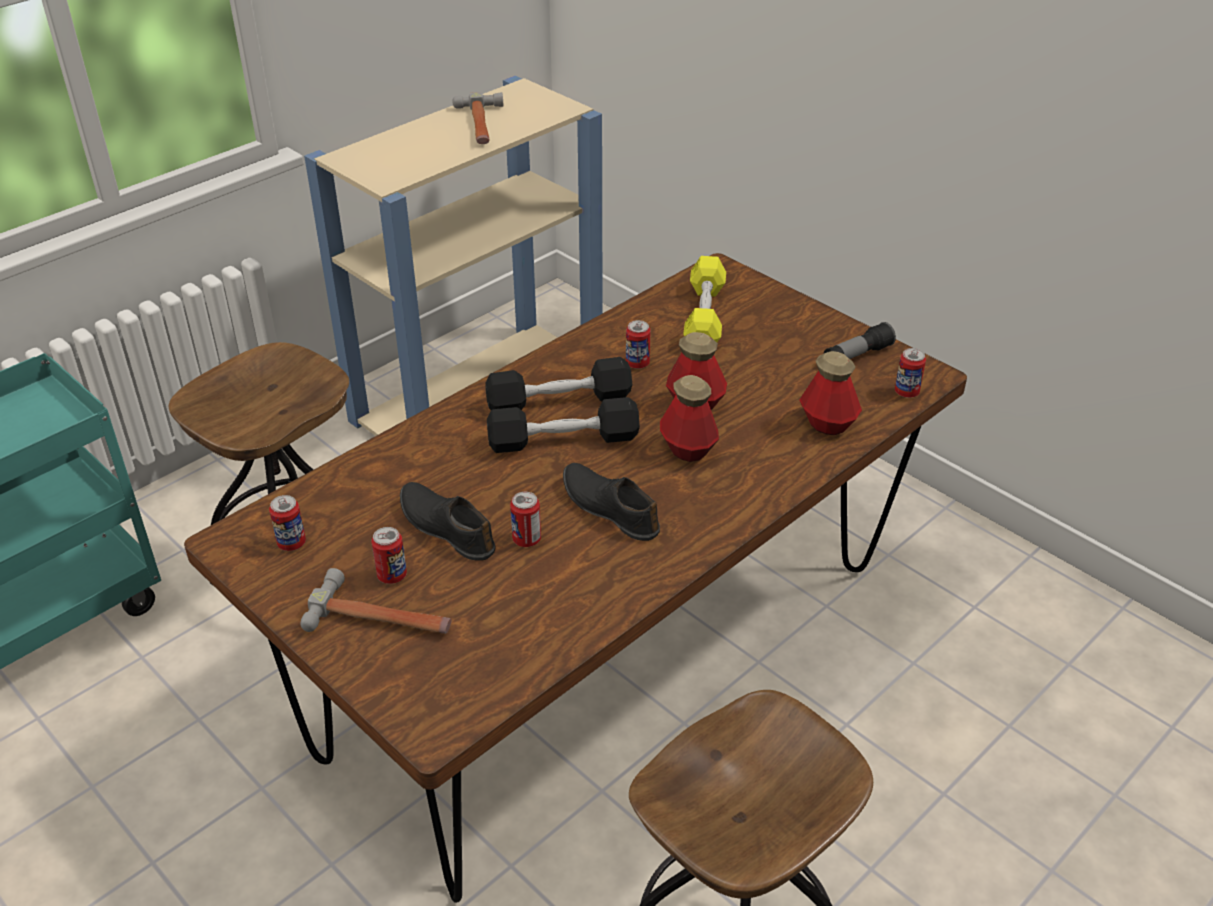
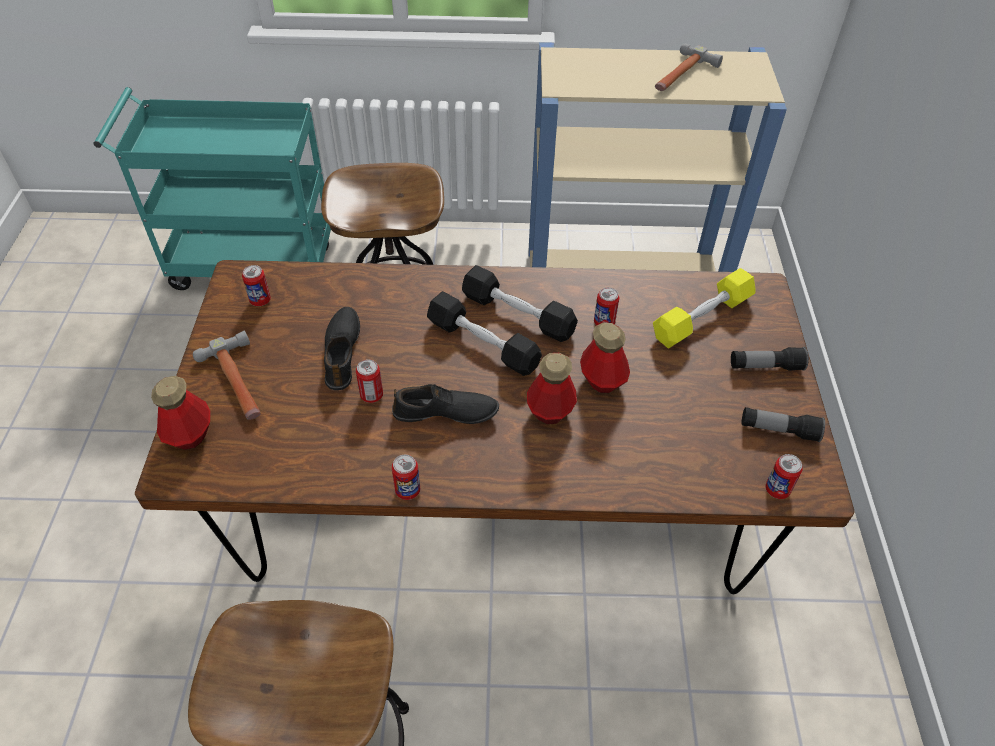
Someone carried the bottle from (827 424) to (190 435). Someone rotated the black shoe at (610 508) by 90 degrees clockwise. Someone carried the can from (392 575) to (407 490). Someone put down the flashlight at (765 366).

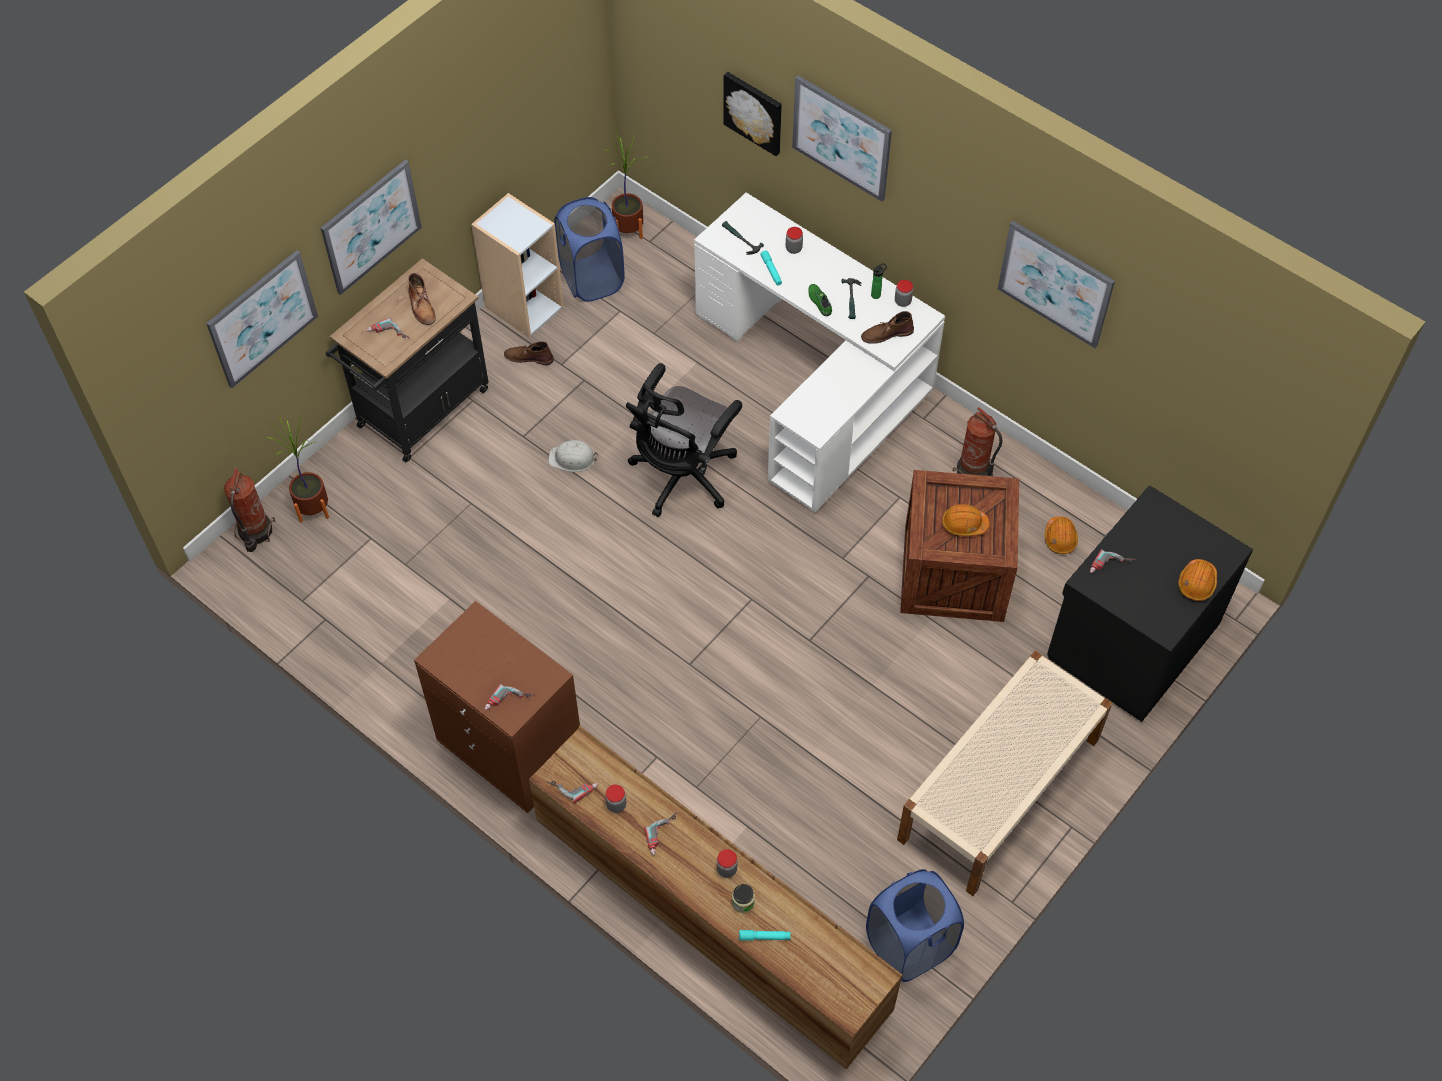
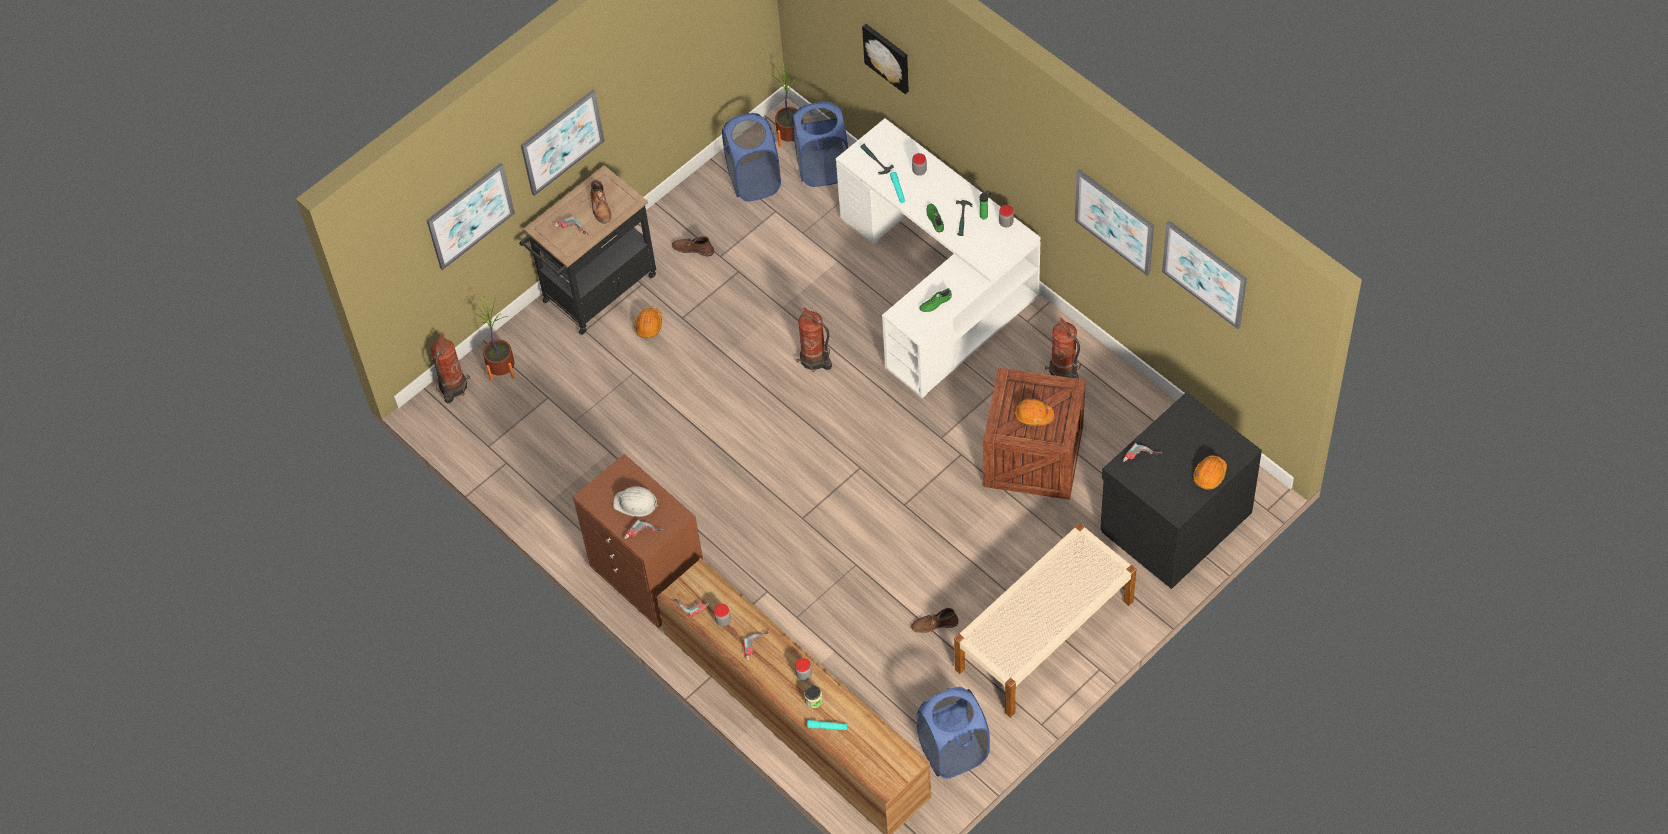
Someone carried the picture from (841 138) to (1204 274). Someone took away the bookcase at (524 306). Someone carried the brown boot from (886 334) to (934 624). Someone swapped the office chair at (684 476) for the fire extinguisher at (815 360). Someone carried the white hard hat from (572 458) to (636 503). Someone carried the orange hard hat from (1060 538) to (649 325). Someone put down the blue laundry basket at (822 168). Someone put down the green shoe at (935 303).

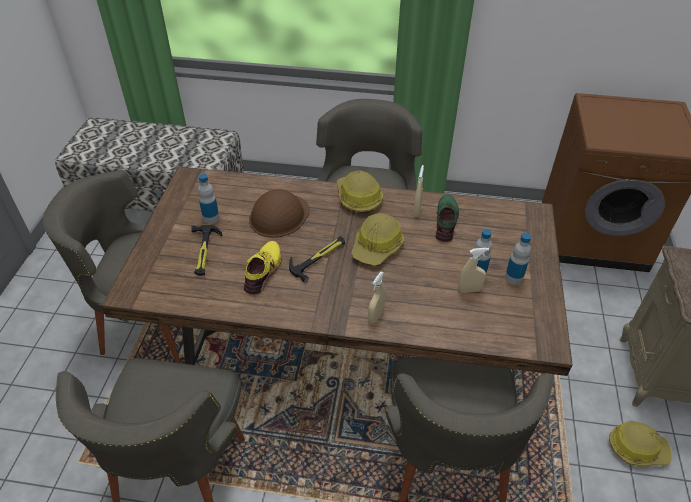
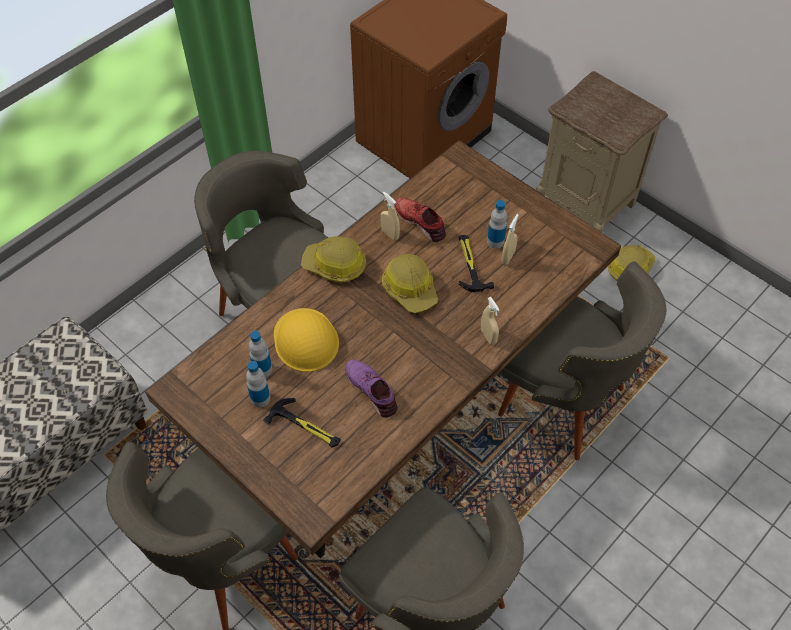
Someone repainted the brown hard hat at (279 215), which became the yellow hard hat at (305 340). Someone repainted the green shoe at (446 222), which became the red shoe at (421 222). Someone carried the bottle from (513 278) to (262 369). Someone carried the hammer from (318 257) to (470 264). Someone repainted the yellow shoe at (264 271), which became the purple shoe at (372 390).

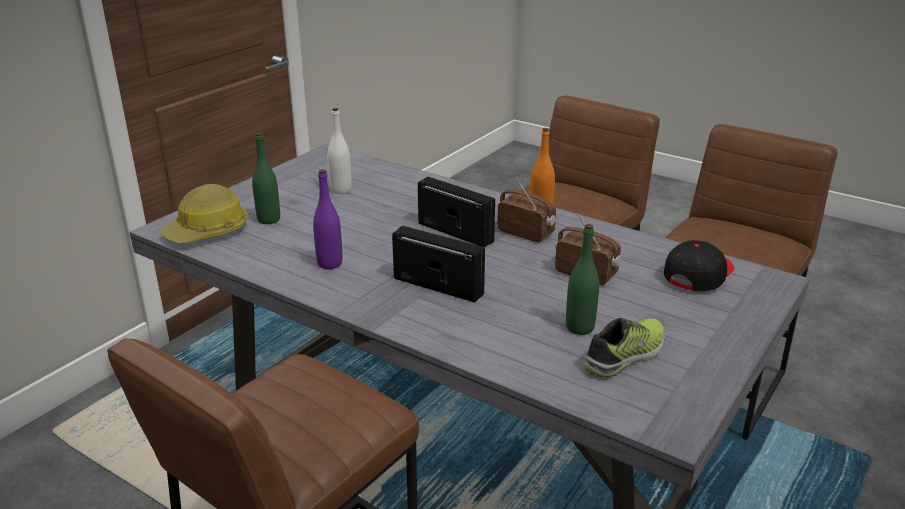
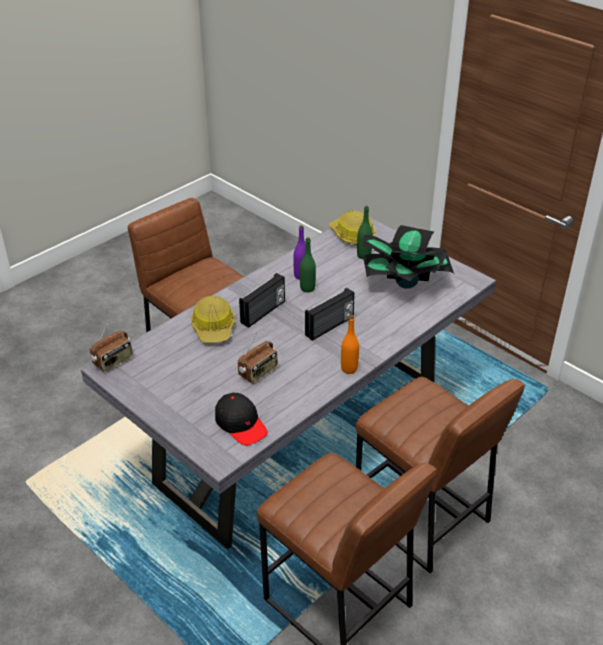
Someone swapped the white bottle at (341 190) for the potted plant at (405 283). Someone carried the radio from (526 233) to (113 362). Someone carried the green bottle from (579 328) to (307 288). Someone took away the shoe at (626 355). Someone put down the hard hat at (214 328).

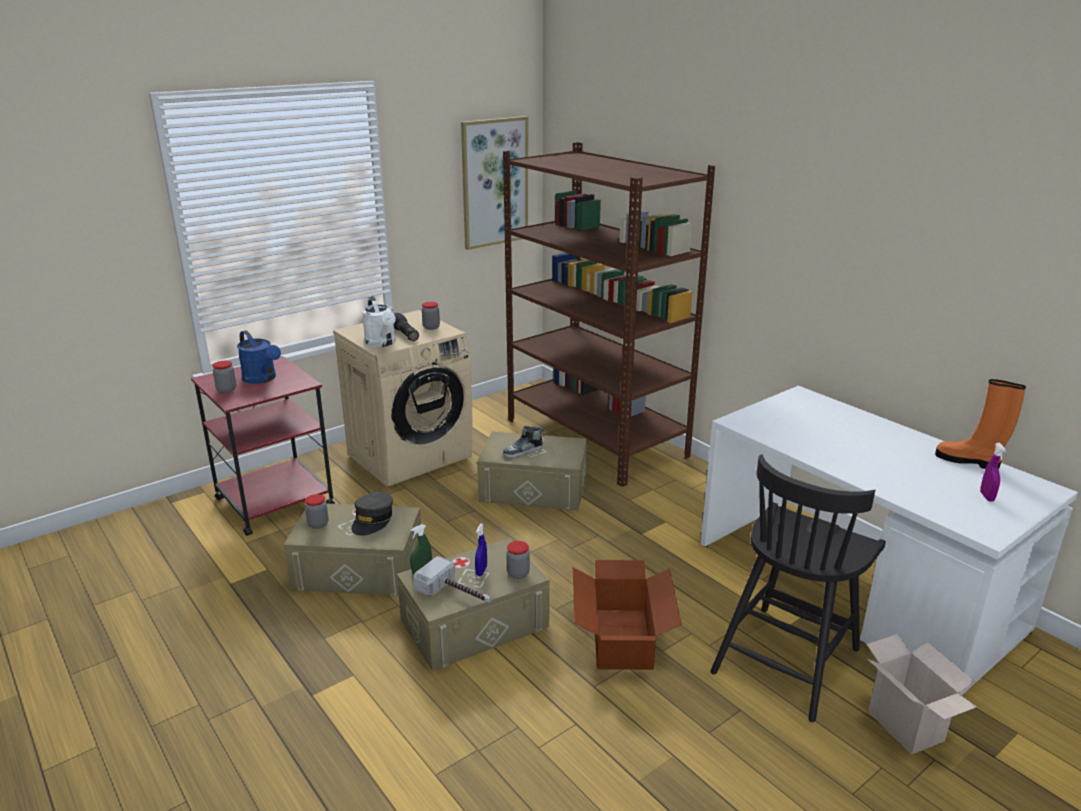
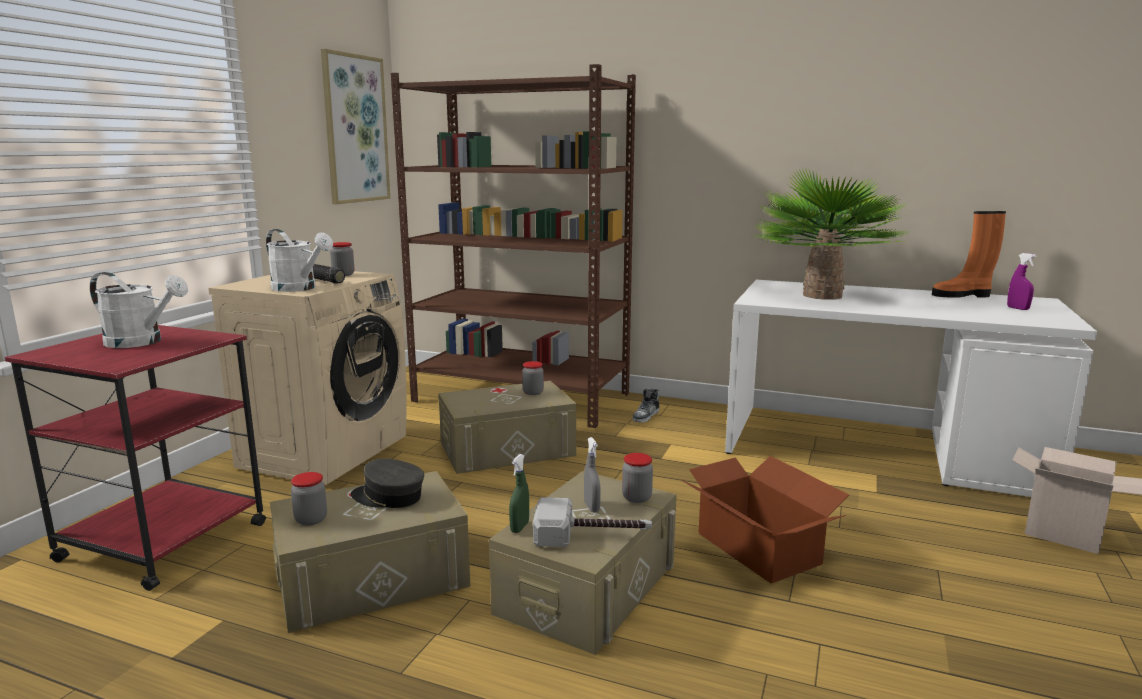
Someone repainted the blue watering can at (262 379), which became the white watering can at (142 342). Someone carried the jar from (226 389) to (533 392). Someone carried the shoe from (523 451) to (646 416). Someone took away the black chair at (787 658). Someone rotated the grey cap at (372 520) by 120 degrees clockwise. Someone repainted the blue spray bottle at (481 571), which became the grey spray bottle at (591 507). Someone put down the potted plant at (822 295).

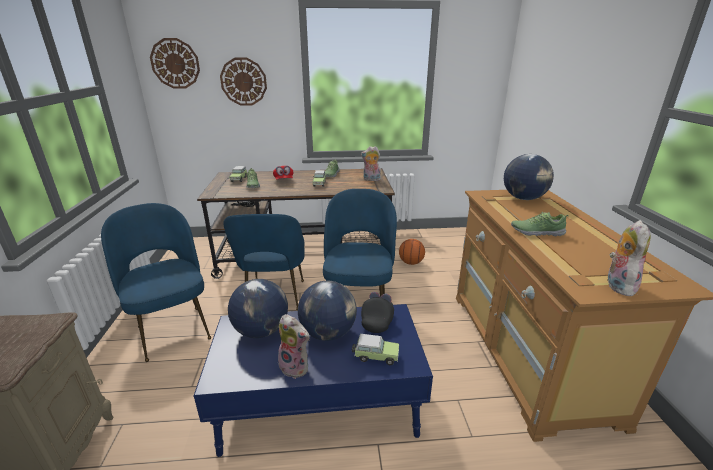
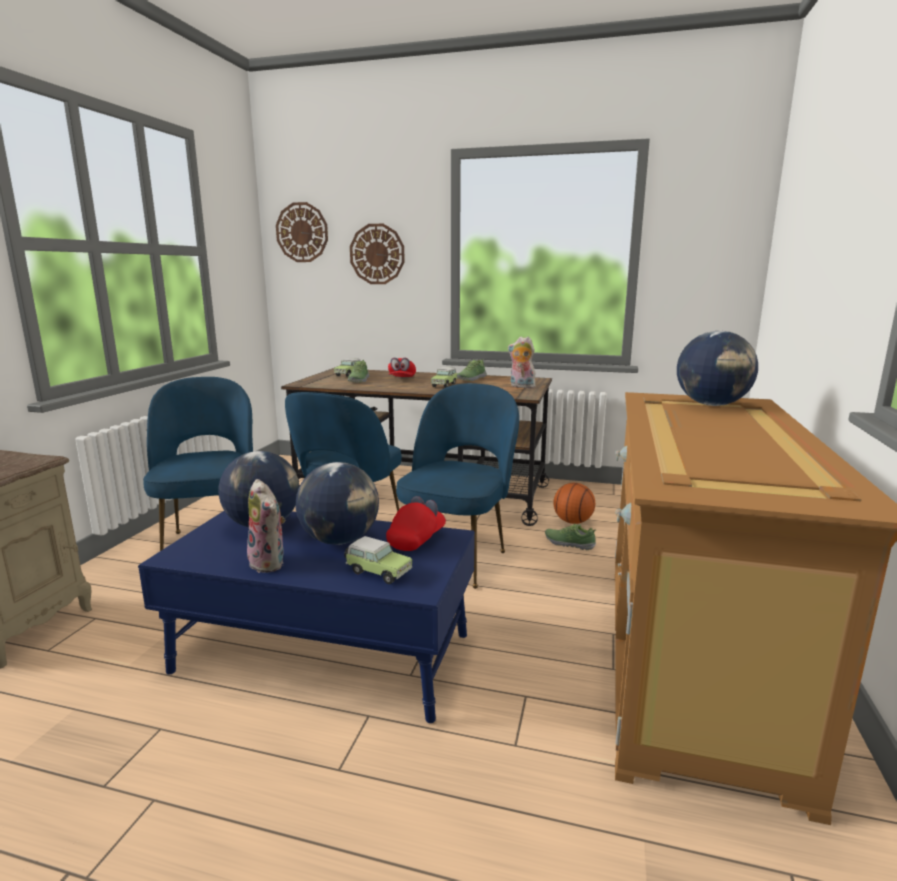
Someone carried the shoe from (536 232) to (569 543). Someone took away the plush toy at (617 285). Someone repainted the black cap at (377 320), which became the red cap at (416 539).

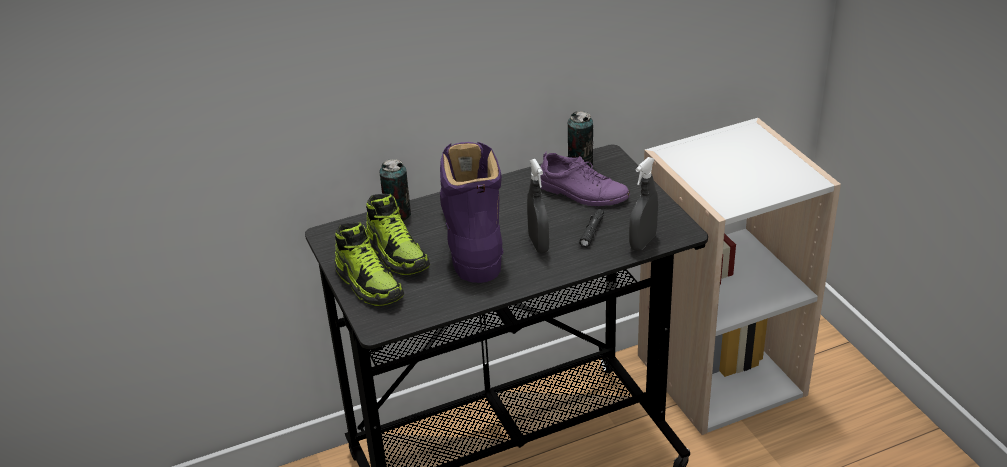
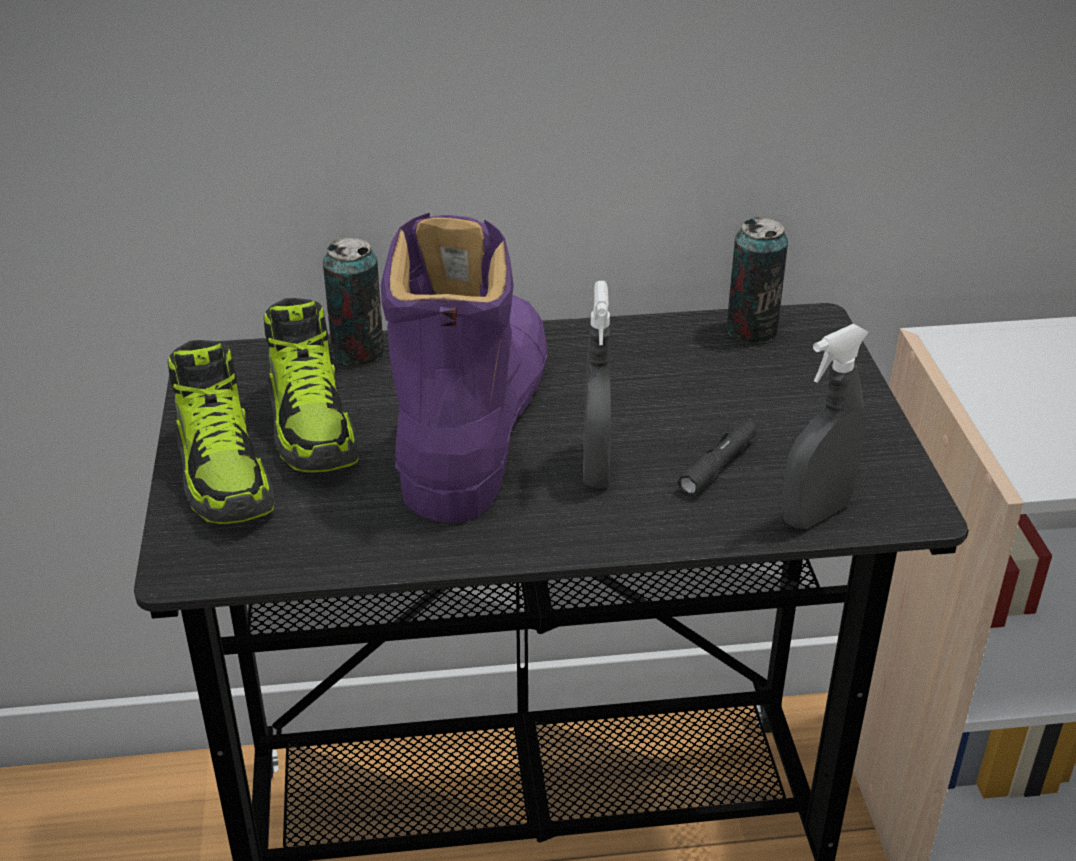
Someone took away the purple shoe at (581 192).

